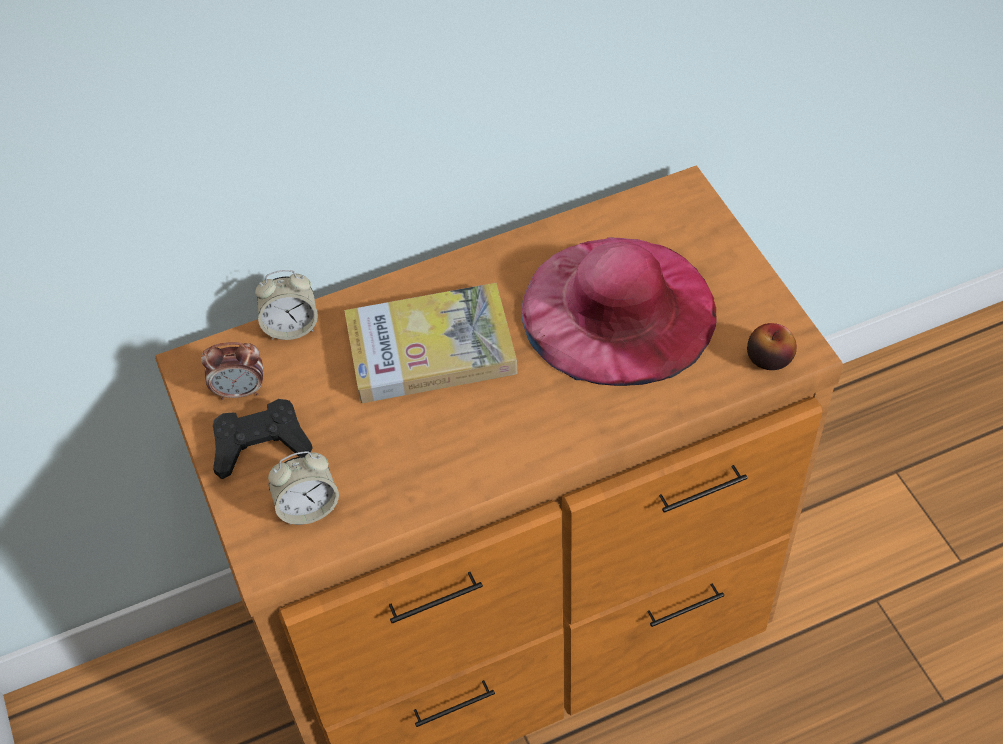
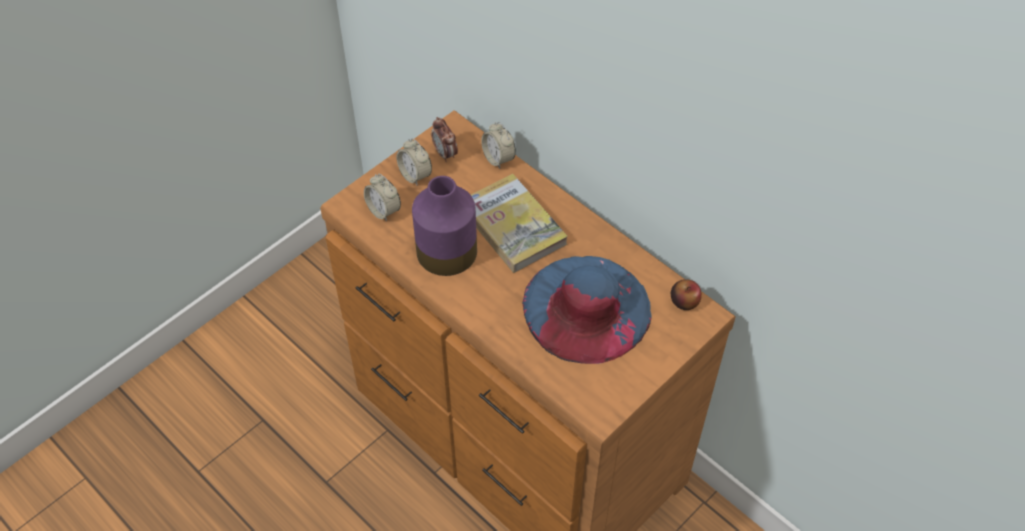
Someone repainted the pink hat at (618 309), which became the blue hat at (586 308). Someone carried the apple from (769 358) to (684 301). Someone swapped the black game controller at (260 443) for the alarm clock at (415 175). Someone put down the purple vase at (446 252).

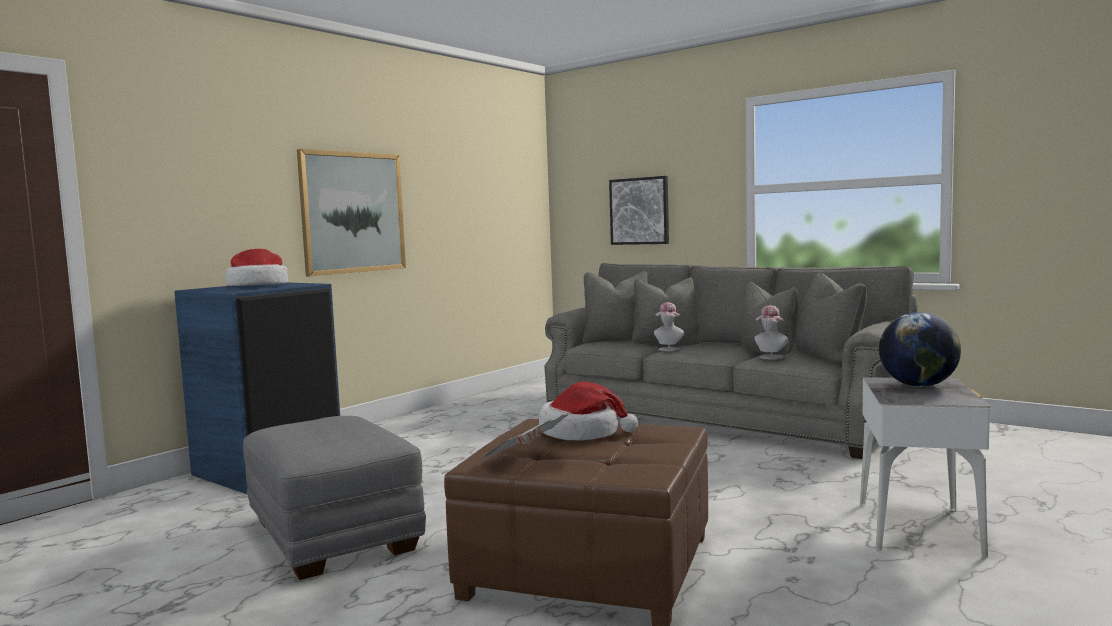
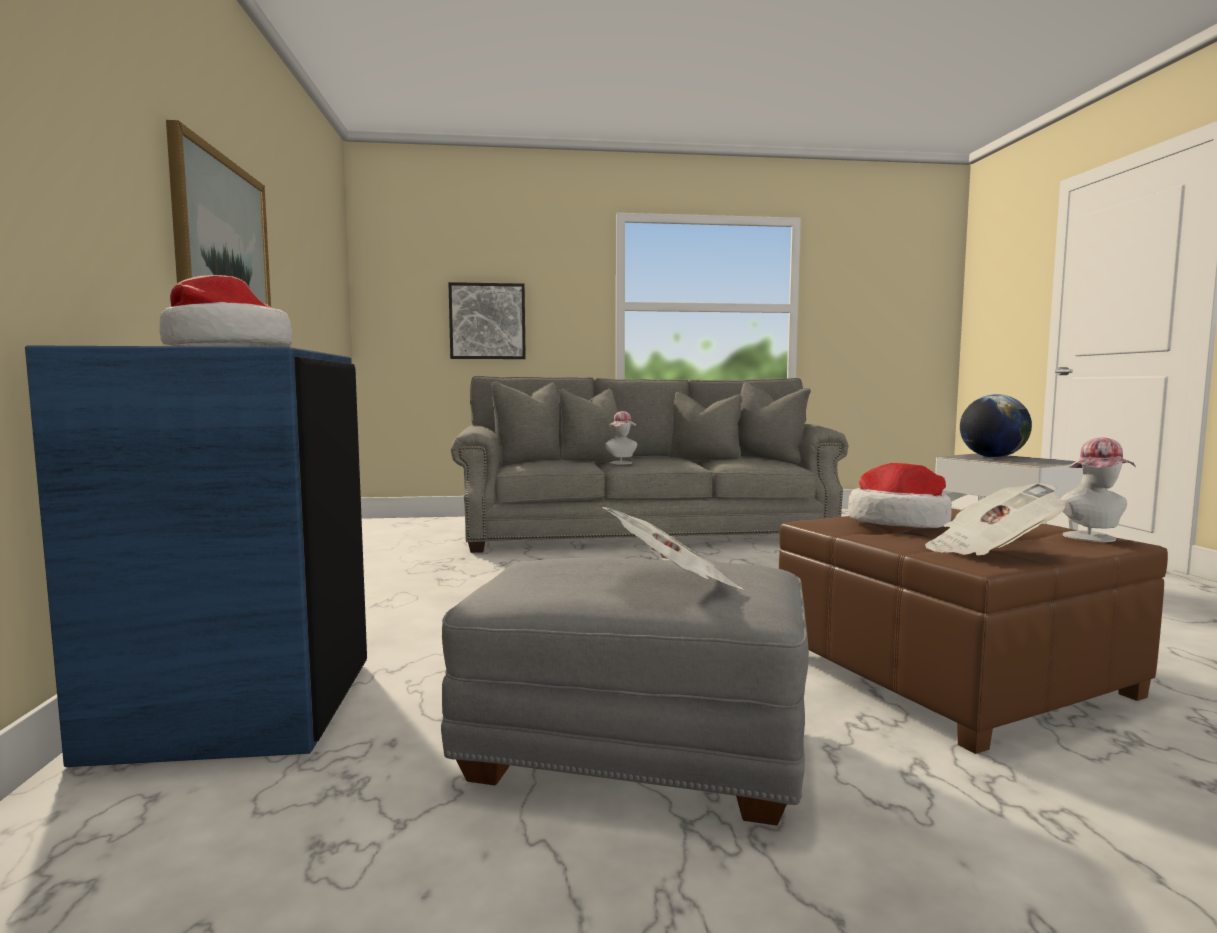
Someone carried the hat from (770 358) to (1094 538). Someone put down the newspaper at (673 585).

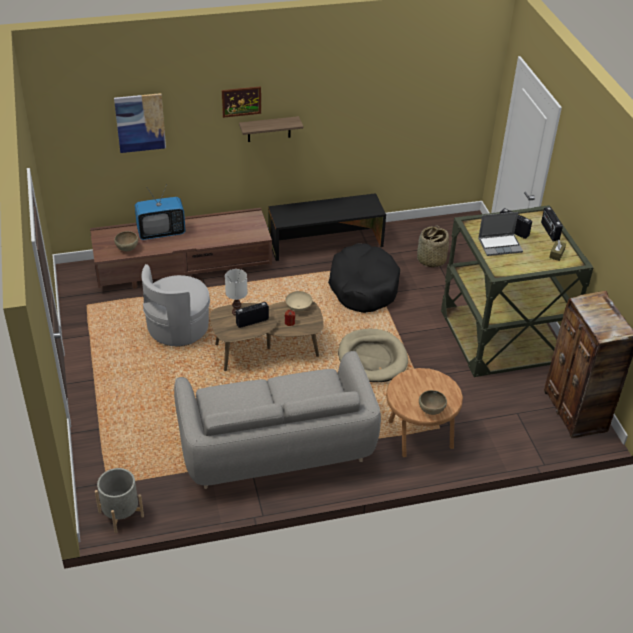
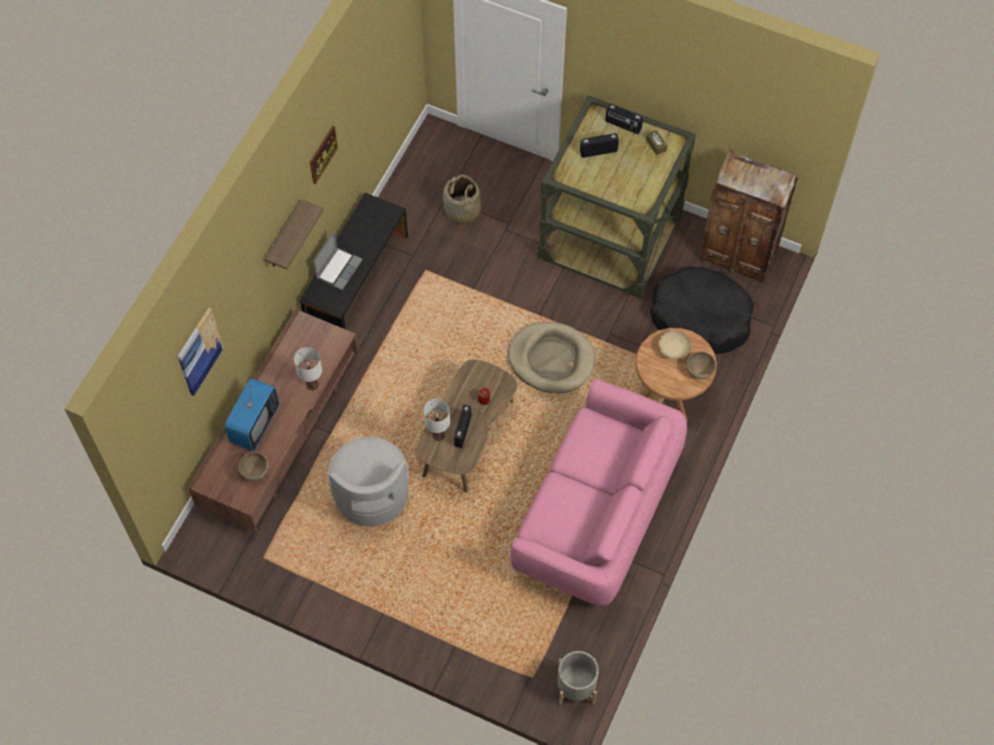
Someone carried the picture from (241 101) to (323 154). Someone carried the laptop from (500 245) to (338 268). Someone carried the black dog bed from (363 286) to (700 317). Someone carried the beige bowl from (298 307) to (673 350). Someone repainted the grey sofa at (276 447), which became the pink sofa at (597 513). Someone put down the white table lamp at (312 385).

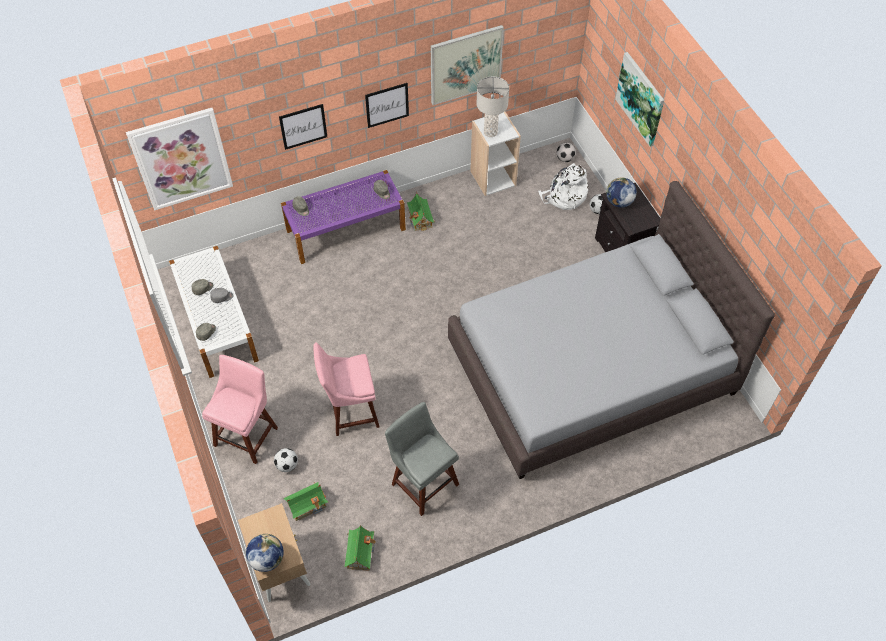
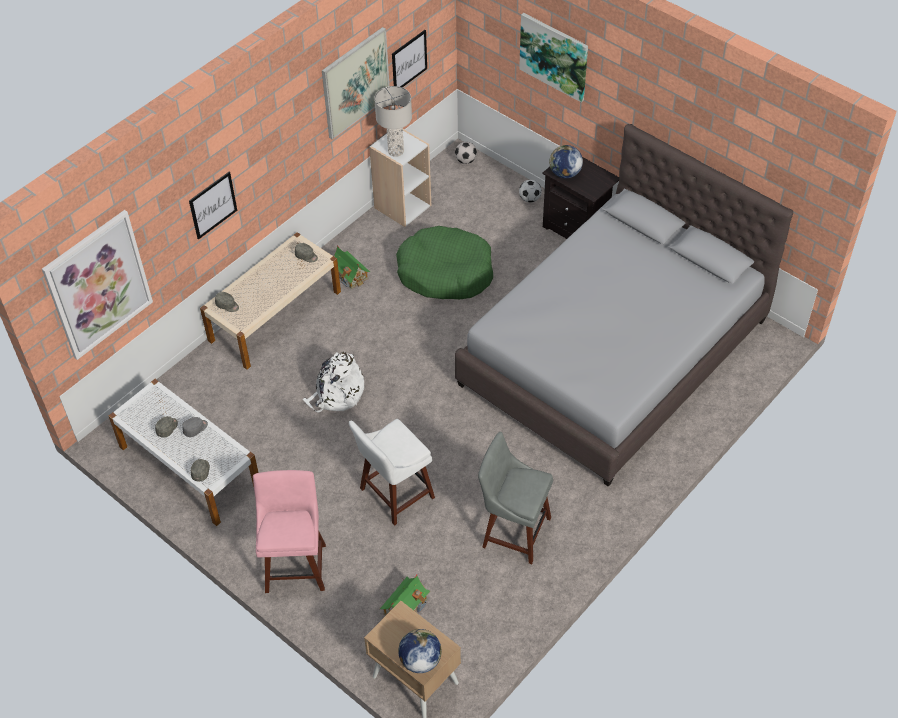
Someone carried the picture from (387 105) to (409 61). Someone carried the white backpack from (564 197) to (337 394). Someone repainted the purple bench at (345 229), which became the beige bench at (274 315). Someone repainted the pink chair at (350 411), which became the white chair at (393 495). Someone took away the football at (287 465). Someone took away the toy house at (360 552). Someone put down the green dog bed at (445 272).

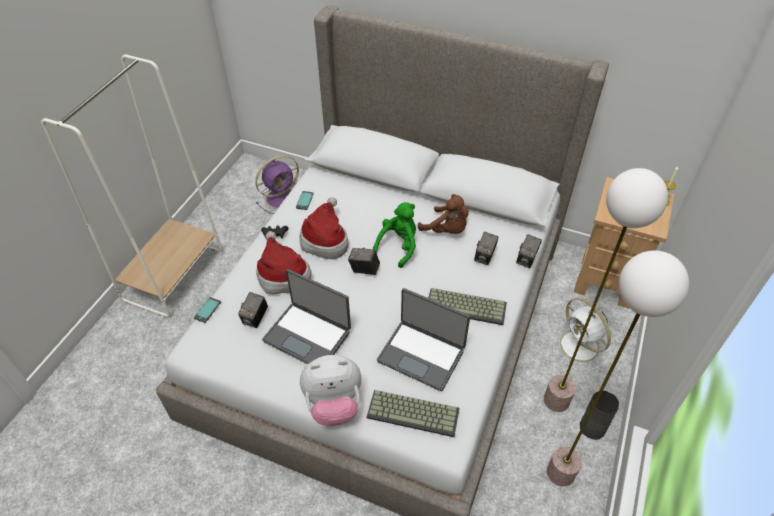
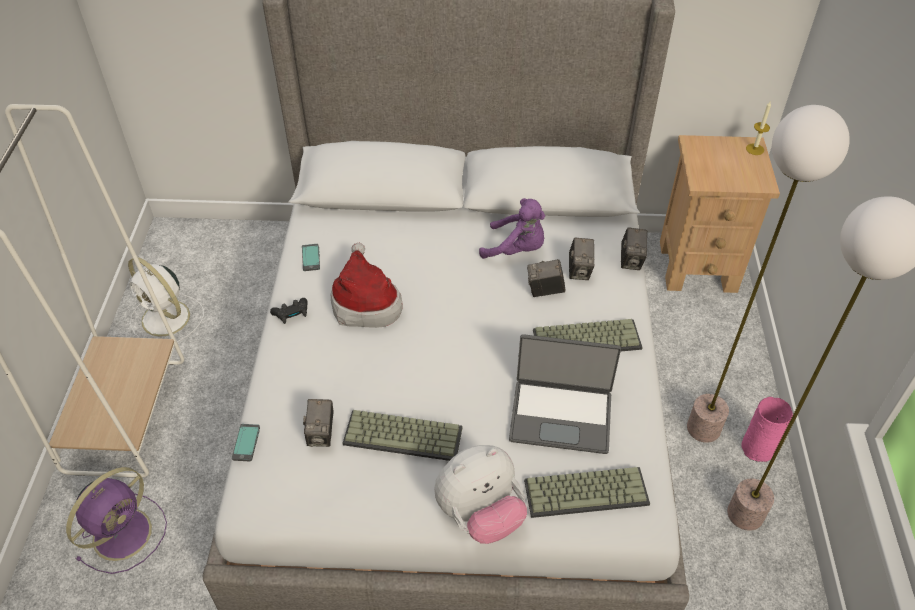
Someone carried the purple fan from (282 198) to (124 532). Someone repainted the brown plush toy at (446 230), which became the purple plush toy at (516 249). Someone took away the green plush toy at (398 246). Someone took away the hat at (282 275). Someone carried the photo camera from (364 270) to (545 290). Someone swapped the laptop at (308 335) for the keyboard at (404 434). Someone carried the white fan from (580 347) to (167 319). Someone repainted the grey vase at (593 428), which became the pink vase at (758 448).

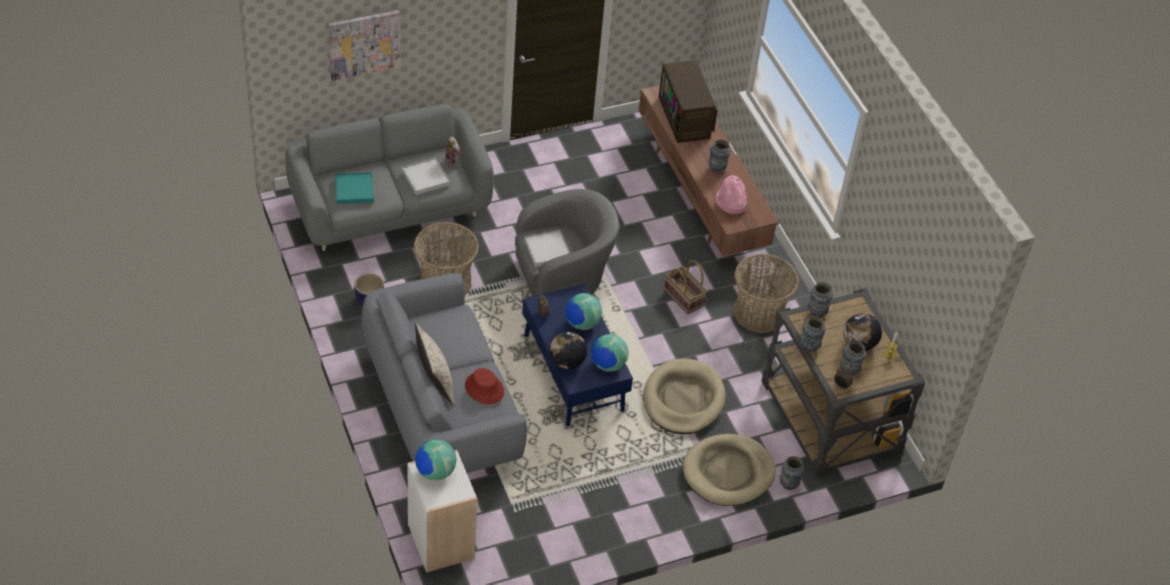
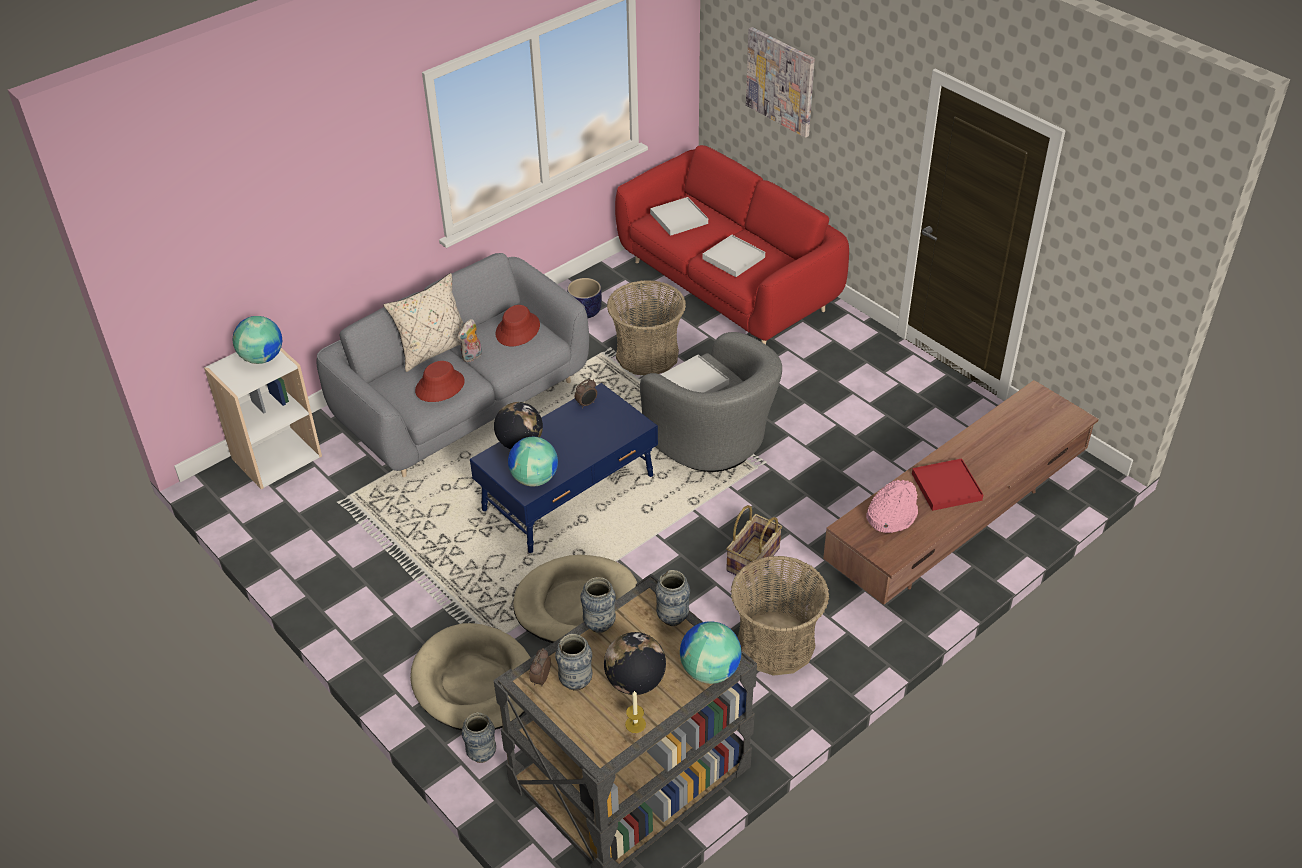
Someone took away the television at (686 117). Someone repainted the grey sofa at (390 208), which became the red sofa at (728 286). Someone carried the plush toy from (453 163) to (472 357). Someone swapped the vase at (717 168) for the red tray at (946 487). Someone repainted the turquoise tray at (354 190), which became the white tray at (679 218). Someone carried the globe from (581 323) to (709 670). Someone put down the red hat at (518 330).

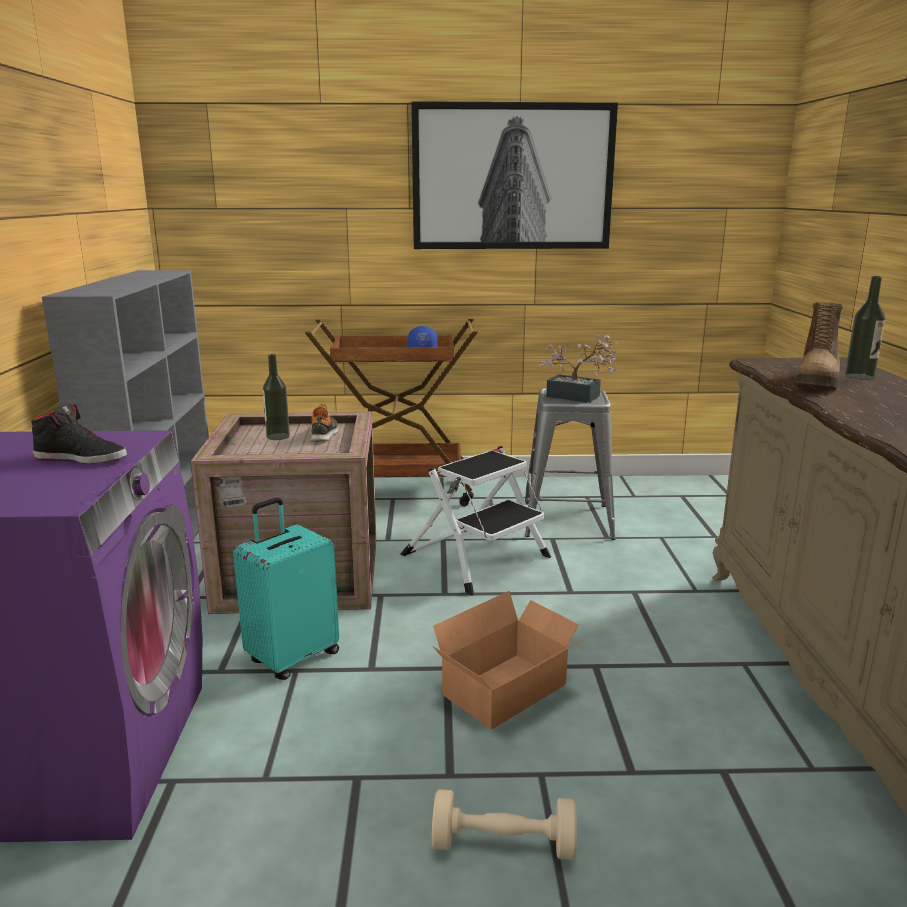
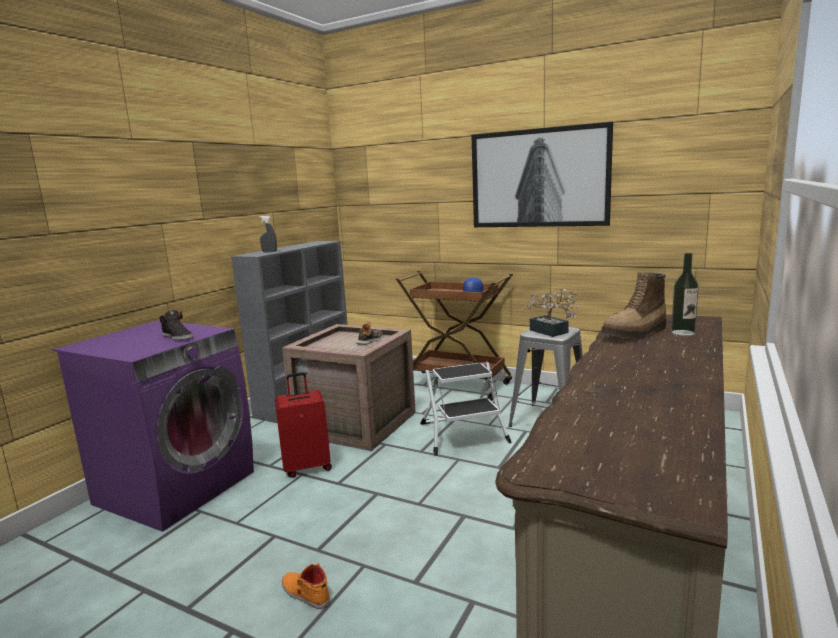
Someone took away the bottle at (278 436). Someone repainted the turquoise suitcase at (292 657), which became the red suitcase at (307 467). Someone took away the cardboard box at (510 691). Someone swapped the beige dumbbell at (503 845) for the orange shoe at (305 594). Someone put down the grey spray bottle at (269 252).

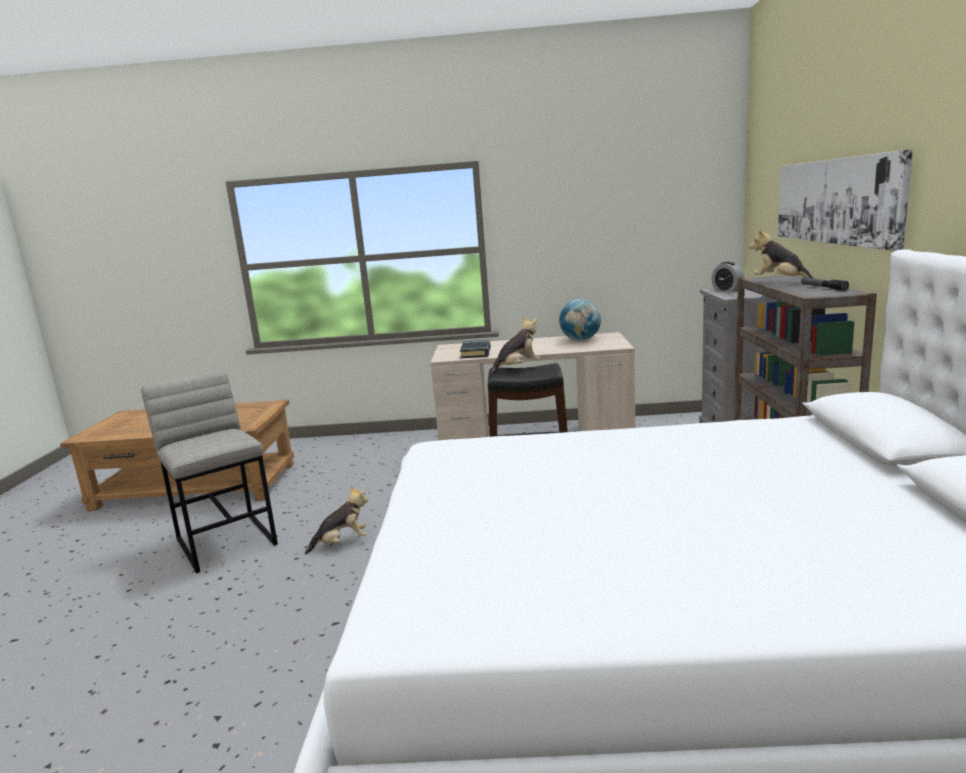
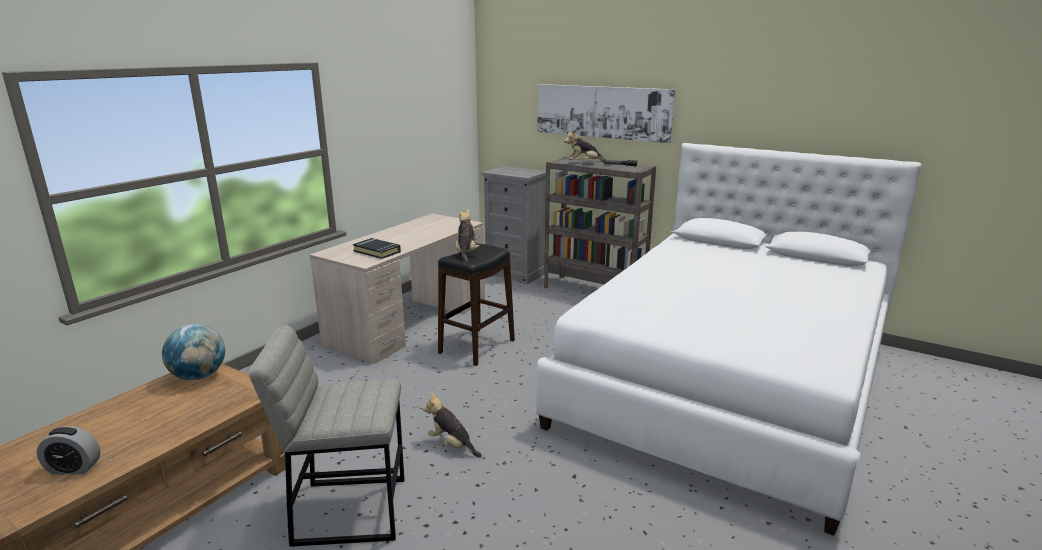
Someone carried the alarm clock from (727 290) to (74 468). Someone carried the globe from (580 340) to (199 376). Someone rotated the plush toy at (342 543) by 60 degrees counterclockwise.

